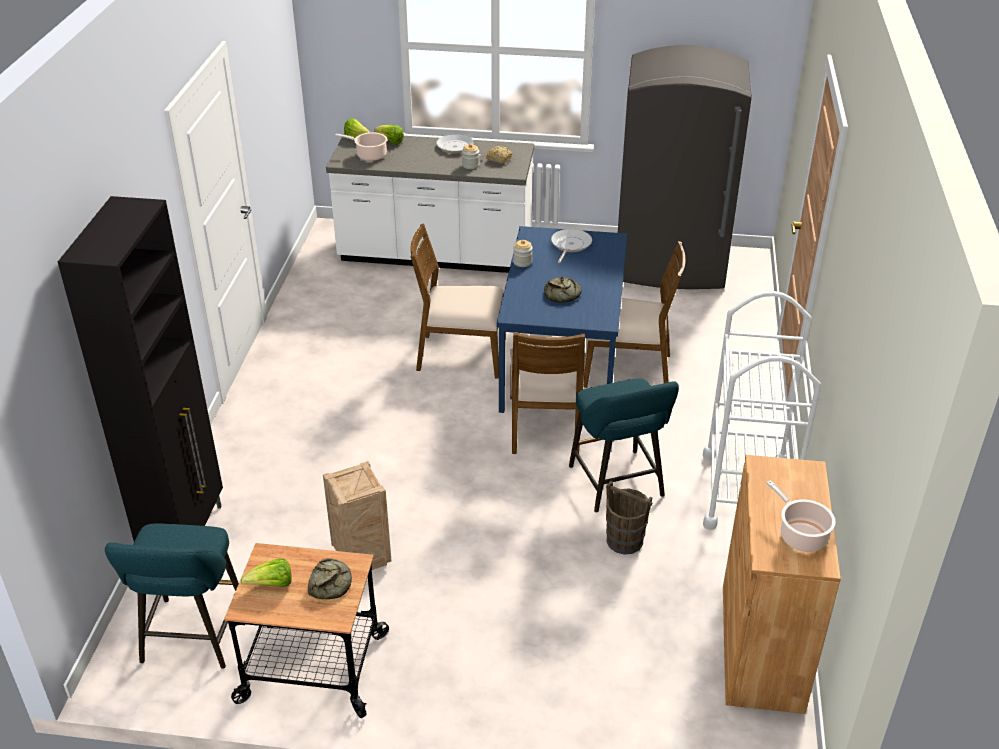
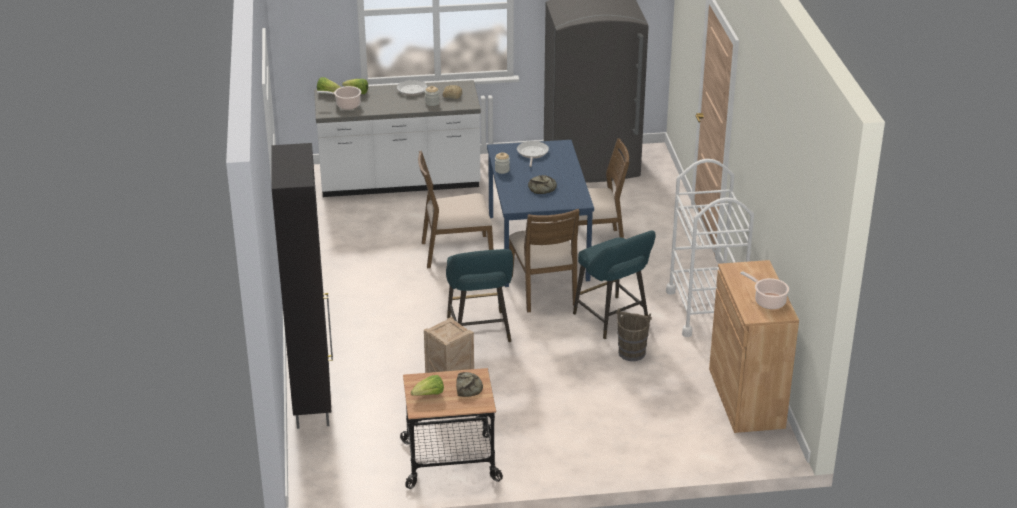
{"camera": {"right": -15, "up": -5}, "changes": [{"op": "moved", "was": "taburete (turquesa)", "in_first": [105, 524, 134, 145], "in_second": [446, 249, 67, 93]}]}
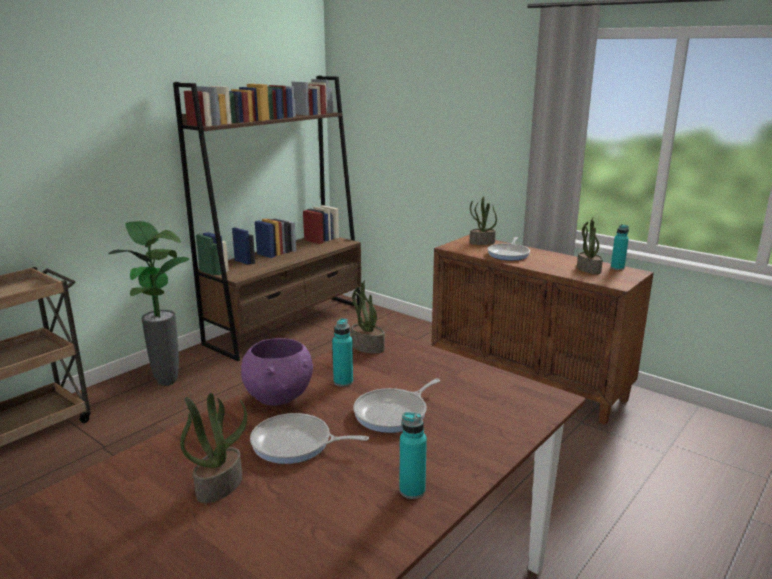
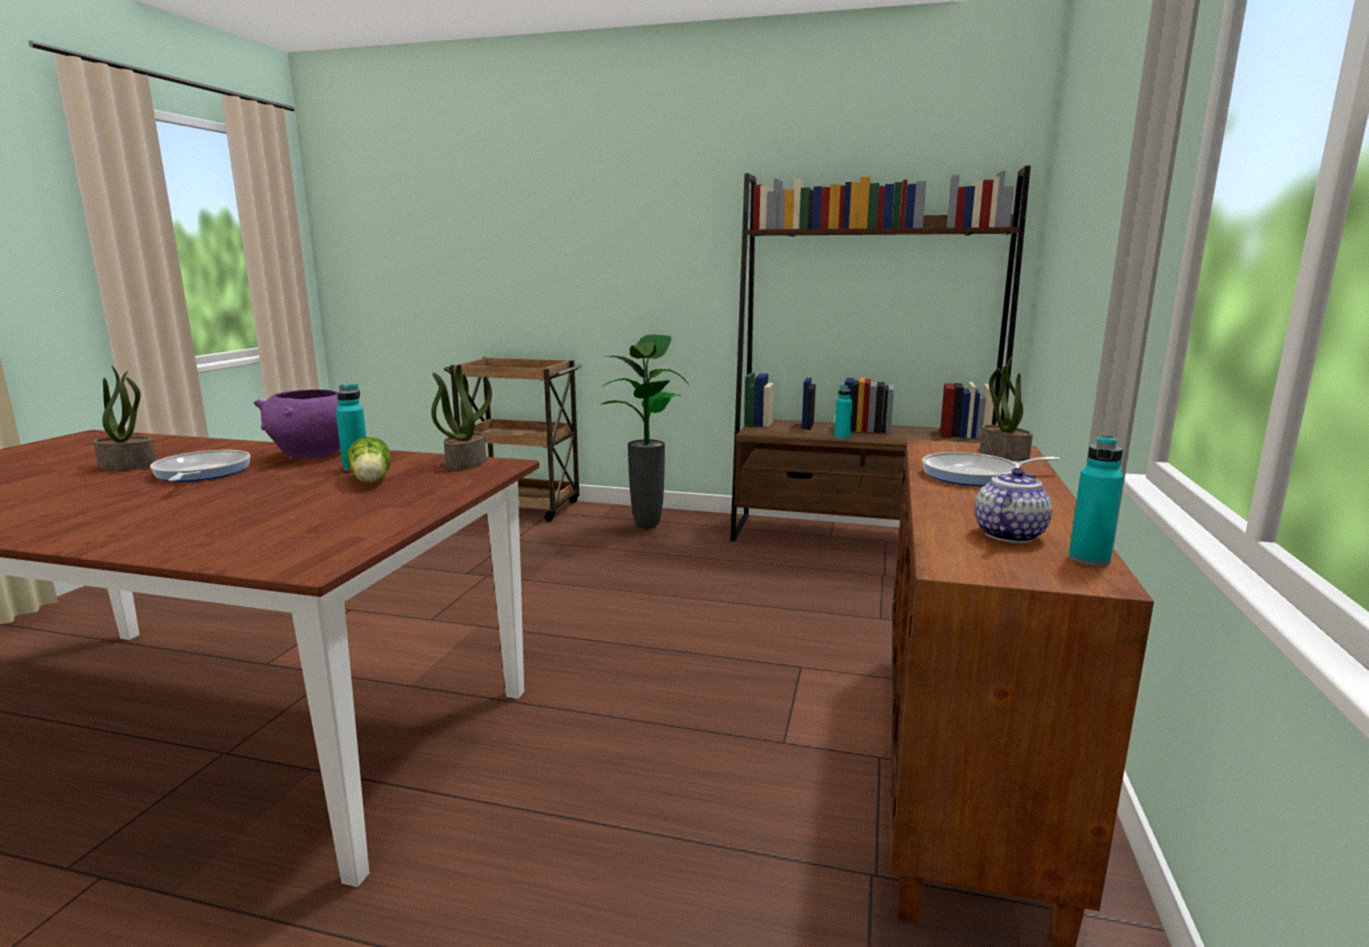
{"camera": {"right": 65, "up": -5}, "changes": [{"op": "added", "now": "lechuga", "in_second": [347, 437, 44, 45]}, {"op": "moved", "was": "botella (turquesa)", "in_first": [399, 412, 28, 87], "in_second": [834, 385, 18, 54]}, {"op": "replaced", "was": "planta en maceta", "now": "tetera", "in_first": [577, 218, 26, 56], "in_second": [975, 468, 77, 75]}, {"op": "removed", "was": "sartén", "in_first": [353, 379, 87, 54]}]}
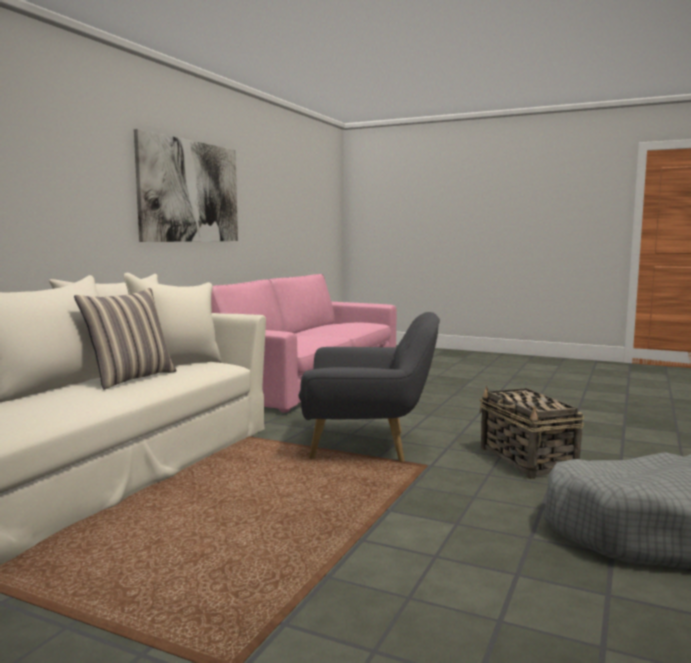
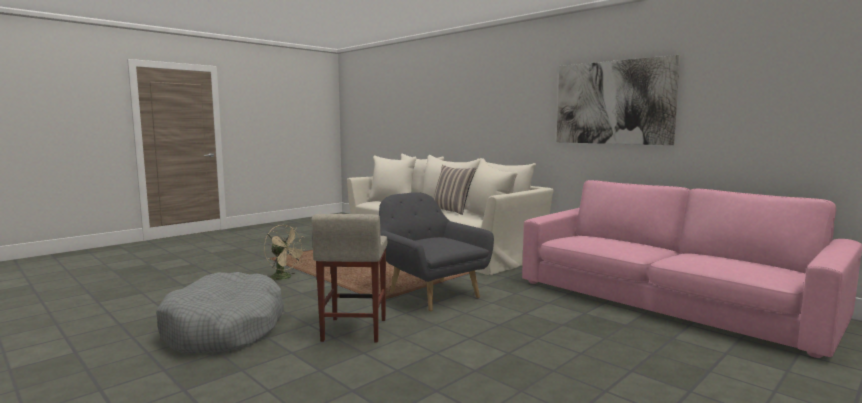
{"camera": {"right": 110, "up": 0}, "changes": [{"op": "added", "now": "ventilador (beis)", "in_second": [264, 225, 42, 55]}, {"op": "replaced", "was": "cesta", "now": "taburete (beis)", "in_first": [479, 385, 105, 94], "in_second": [312, 214, 75, 129]}, {"op": "turned", "was": "sillón (gris)", "in_first": [299, 312, 141, 150], "in_second": [379, 192, 115, 119], "clockwise": 120}]}
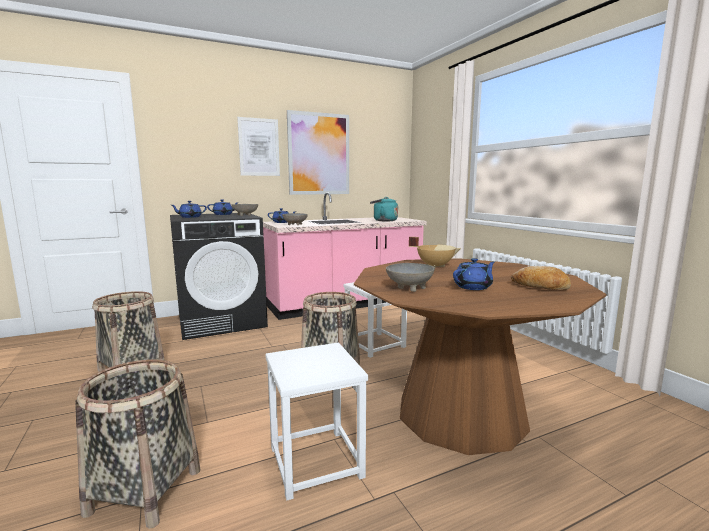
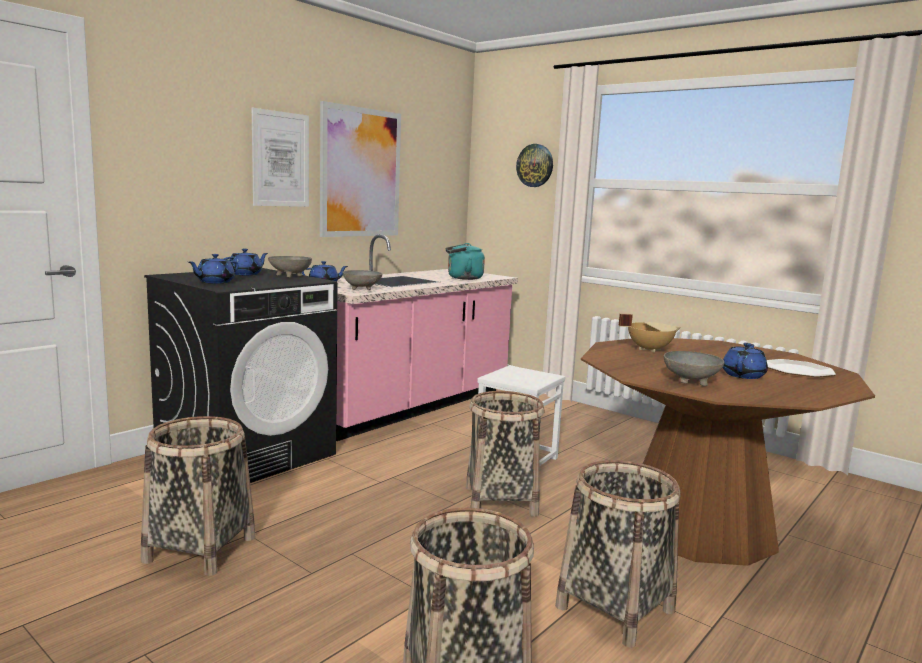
{"camera": {"right": -25, "up": 0}, "changes": [{"op": "added", "now": "reloj de pared", "in_second": [516, 144, 37, 43]}, {"op": "replaced", "was": "taburete (blanco)", "now": "cesta", "in_first": [266, 342, 102, 158], "in_second": [555, 460, 125, 188]}, {"op": "replaced", "was": "pan", "now": "plato", "in_first": [511, 266, 60, 24], "in_second": [767, 359, 69, 18]}]}
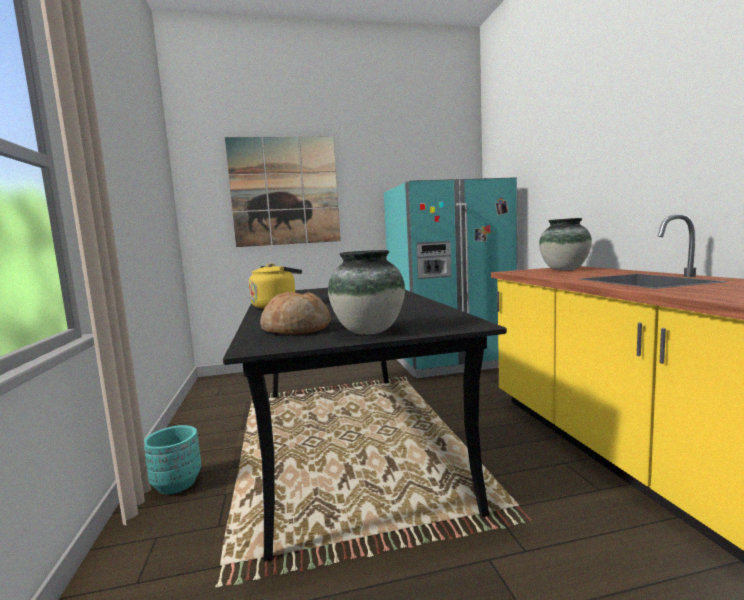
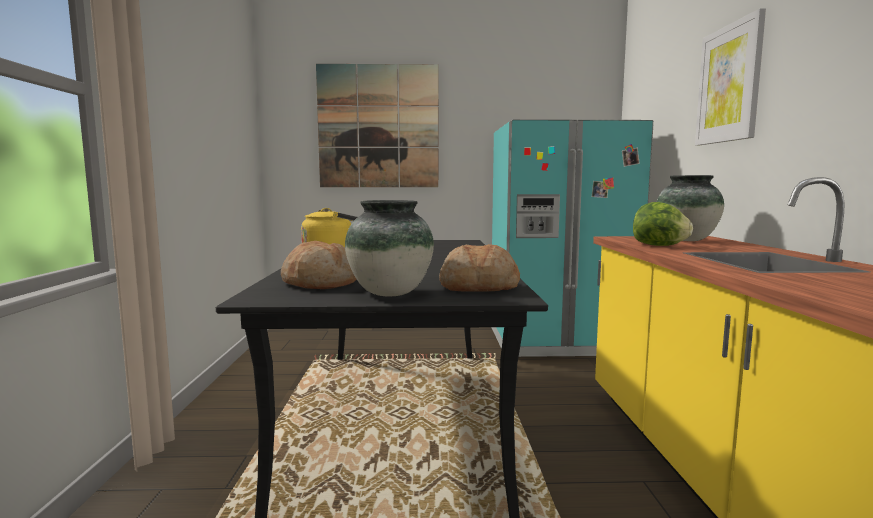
{"camera": {"right": 10, "up": 0}, "changes": [{"op": "added", "now": "pan", "in_second": [439, 244, 81, 48]}, {"op": "added", "now": "lechuga", "in_second": [633, 202, 60, 44]}, {"op": "added", "now": "cuadro", "in_second": [695, 8, 71, 137]}, {"op": "removed", "was": "maceta (turquesa)", "in_first": [144, 425, 57, 69]}]}
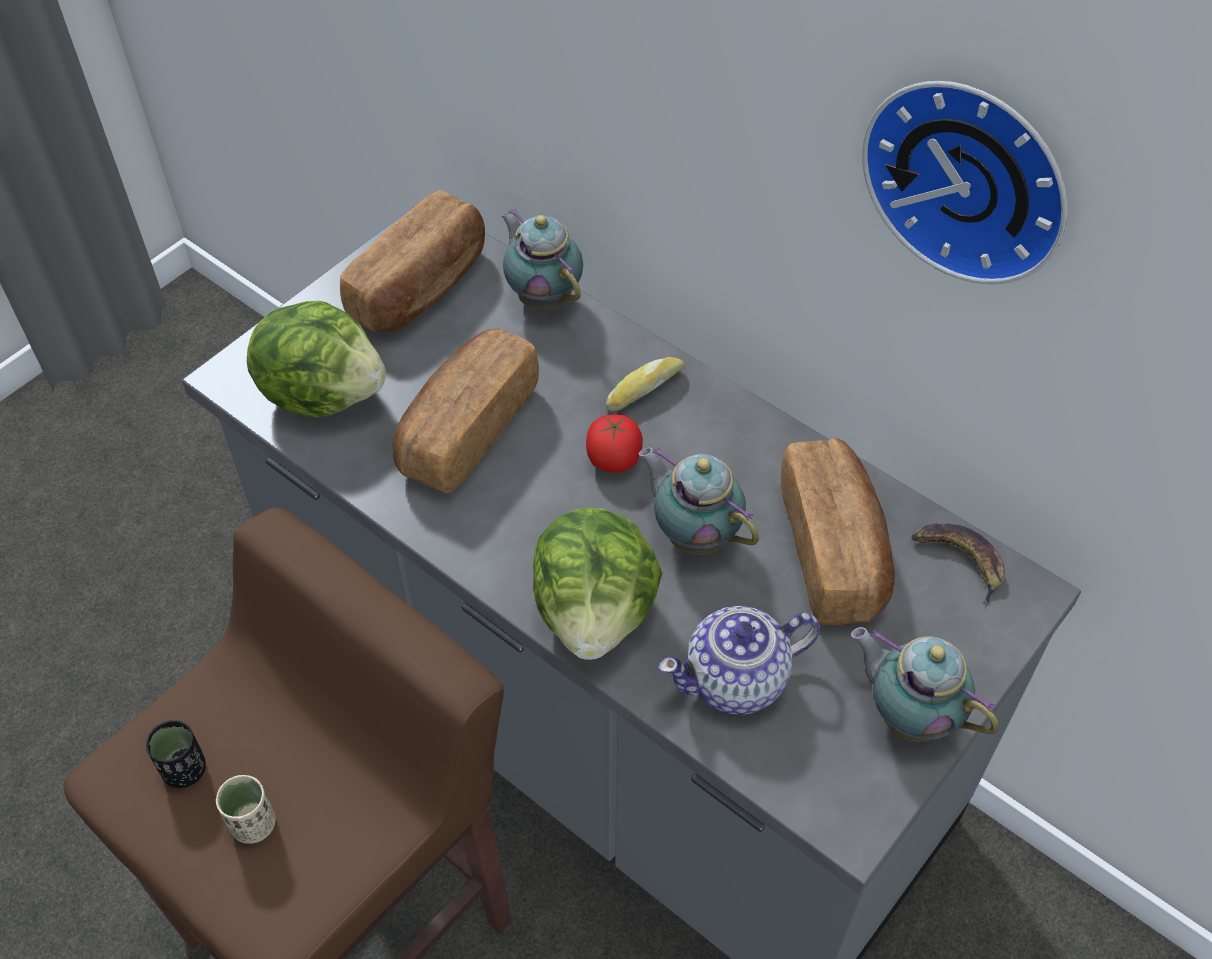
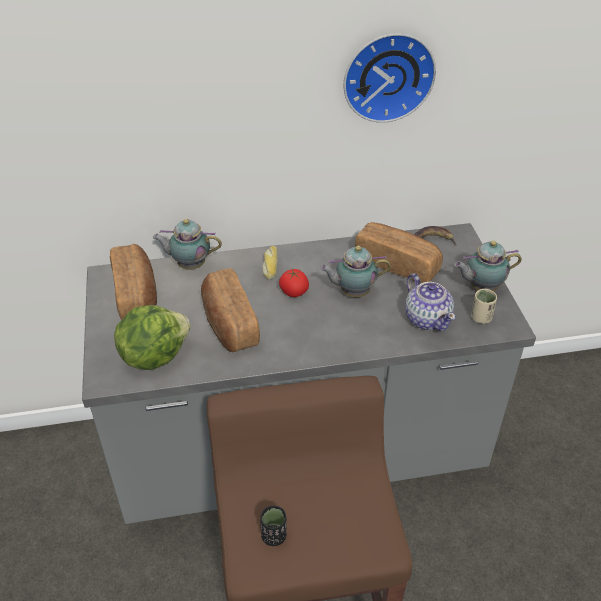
{"camera": {"right": -50, "up": -10}, "changes": [{"op": "turned", "was": "tetera", "in_first": [658, 606, 162, 109], "in_second": [405, 273, 51, 58], "clockwise": -45}, {"op": "moved", "was": "taza (beis)", "in_first": [216, 775, 60, 69], "in_second": [471, 289, 26, 35]}, {"op": "removed", "was": "lechuga", "in_first": [533, 507, 130, 153]}]}
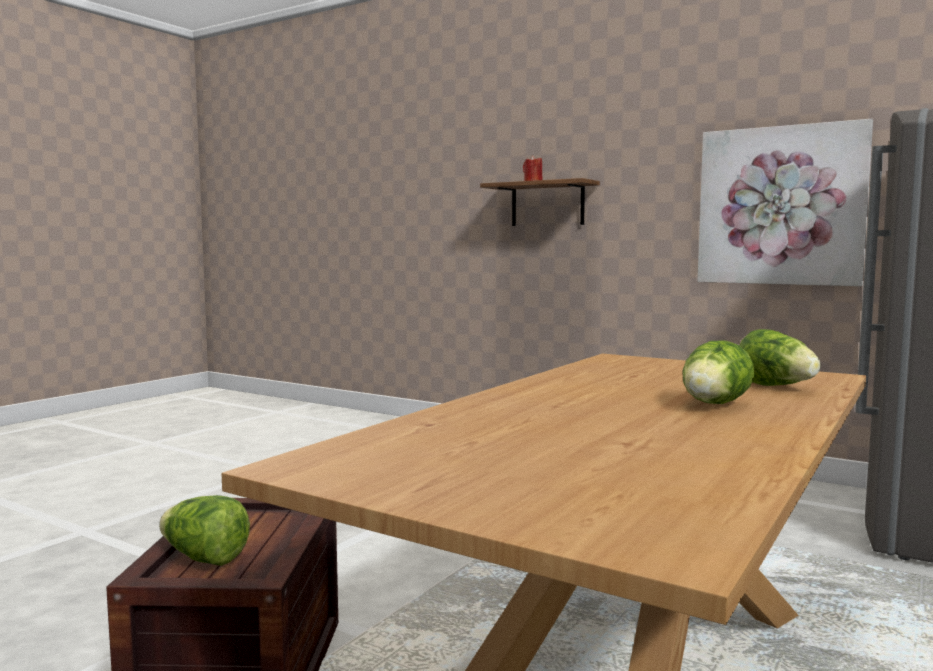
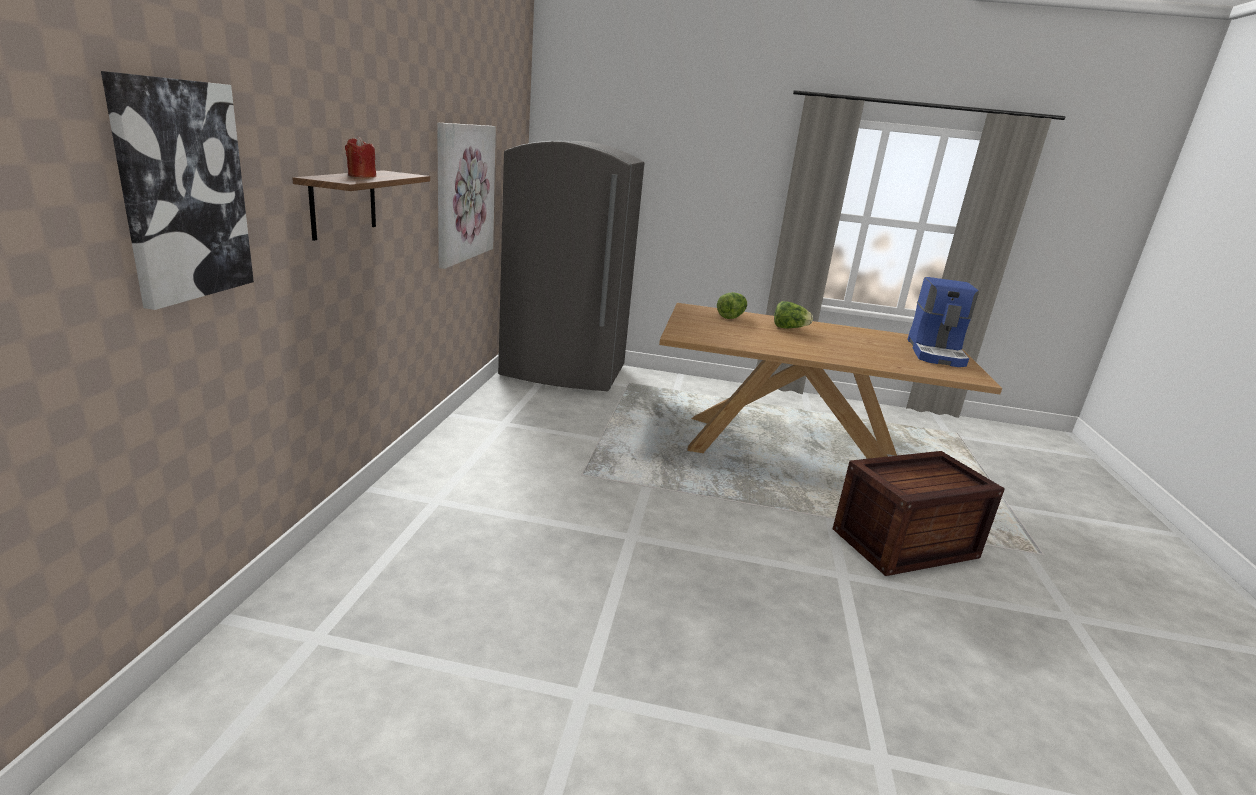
{"camera": {"right": -115, "up": 15}, "changes": [{"op": "added", "now": "cuadro", "in_second": [101, 71, 153, 239]}, {"op": "added", "now": "cafetera", "in_second": [907, 277, 72, 90]}, {"op": "removed", "was": "lechuga", "in_first": [159, 495, 91, 71]}]}
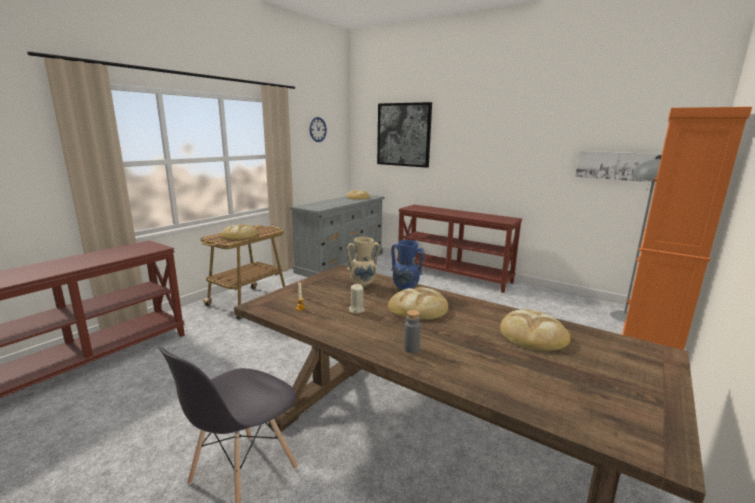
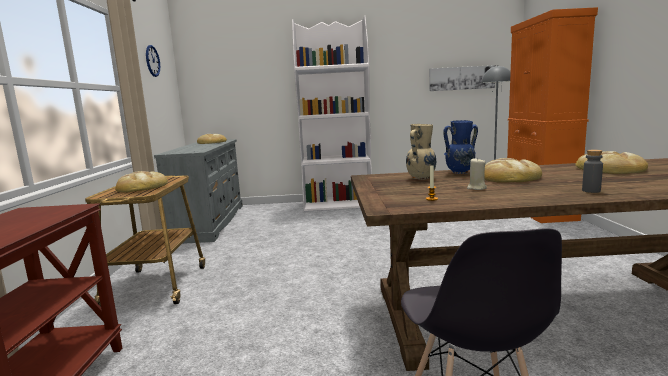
{"camera": {"right": -35, "up": -5}, "changes": [{"op": "replaced", "was": "mesa consola (marrón)", "now": "estantería (blanco)", "in_first": [397, 205, 125, 88], "in_second": [292, 16, 80, 196]}, {"op": "removed", "was": "cuadro", "in_first": [377, 102, 55, 66]}]}
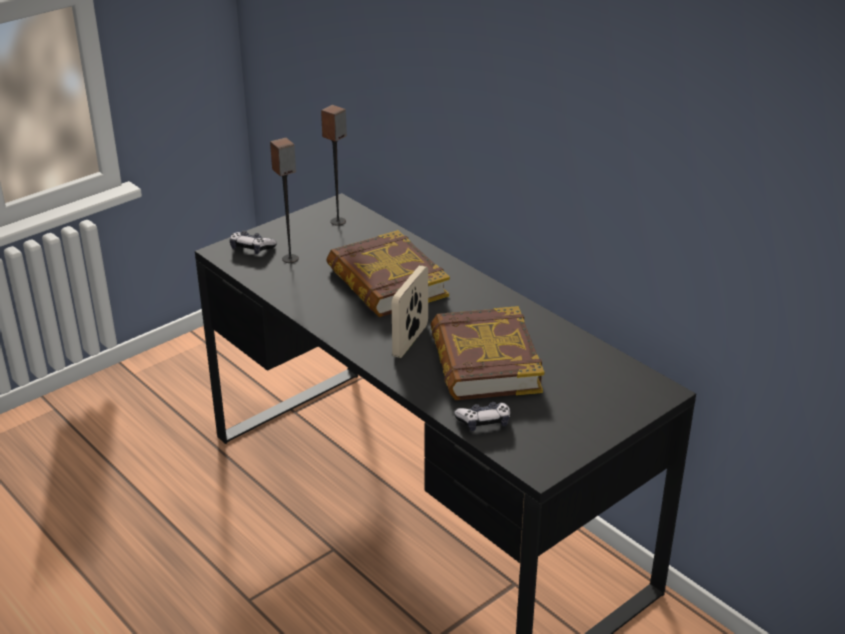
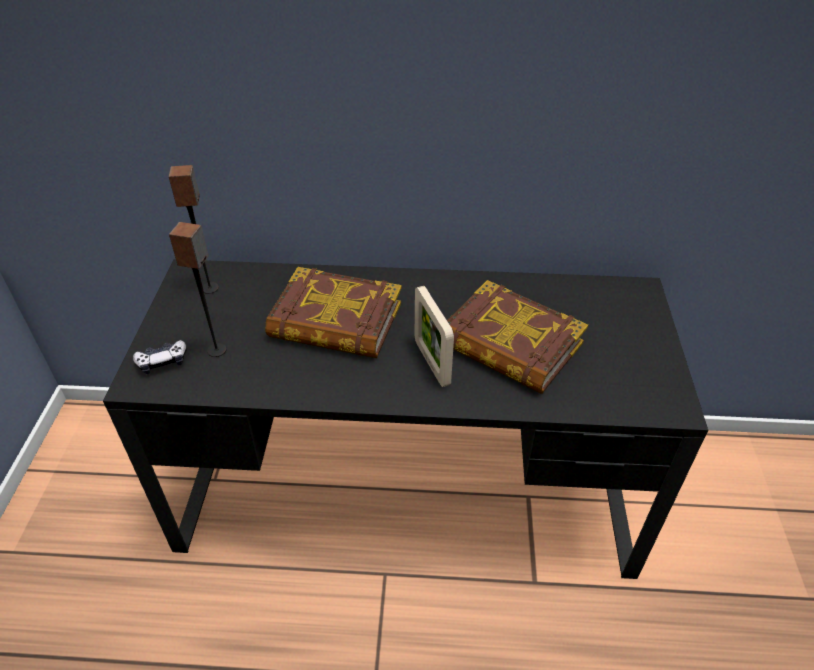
{"camera": {"right": -45, "up": 10}, "changes": [{"op": "removed", "was": "mando de consola", "in_first": [454, 402, 57, 29]}]}
